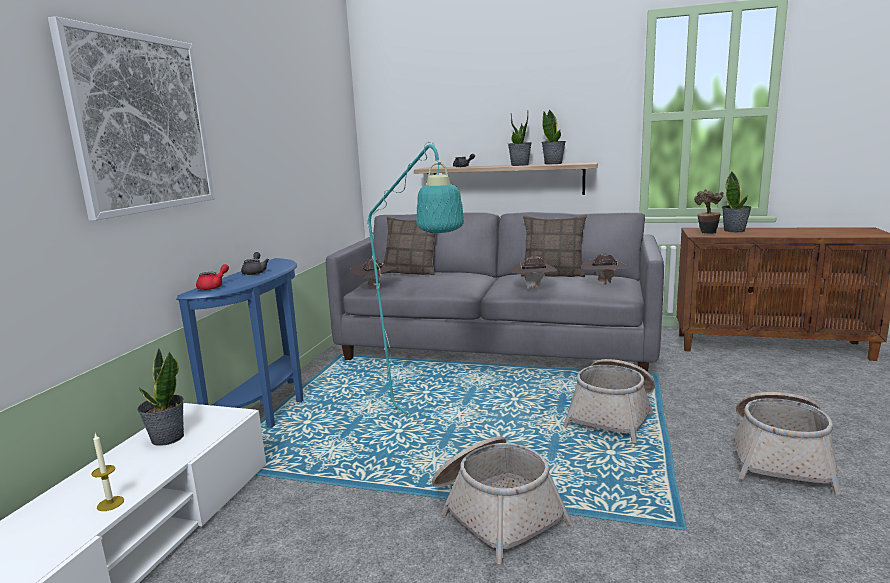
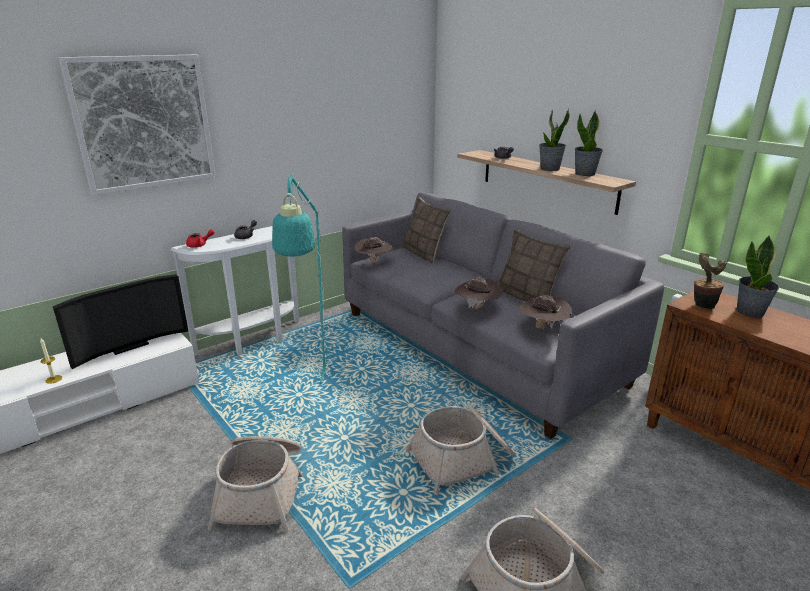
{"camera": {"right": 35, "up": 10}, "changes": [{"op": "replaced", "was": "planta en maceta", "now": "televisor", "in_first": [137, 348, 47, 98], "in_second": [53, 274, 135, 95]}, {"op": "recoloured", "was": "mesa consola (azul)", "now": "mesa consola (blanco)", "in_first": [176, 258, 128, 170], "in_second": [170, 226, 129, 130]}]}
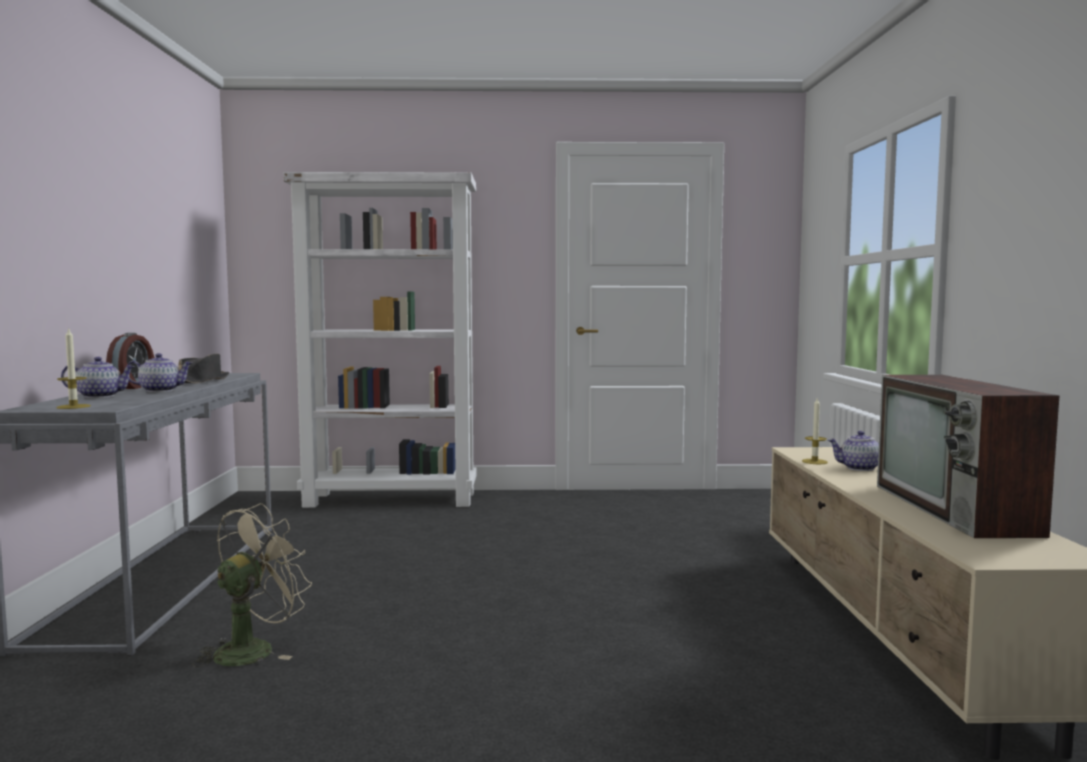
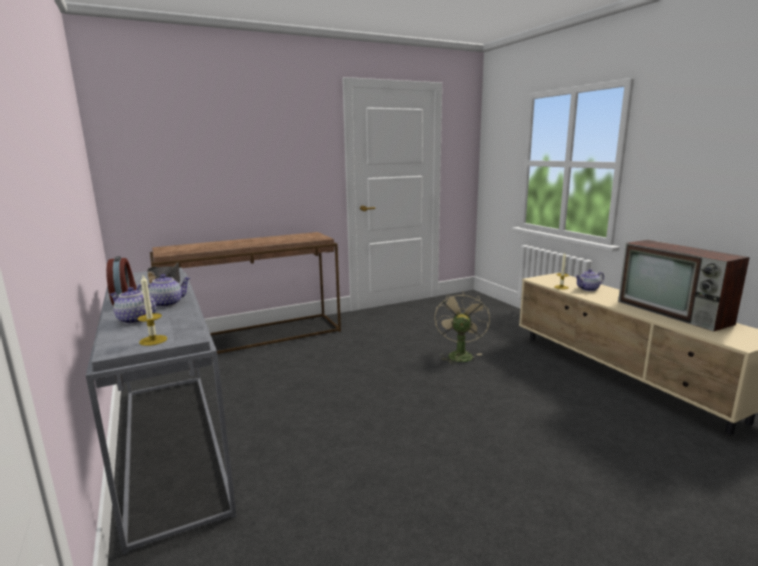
{"camera": {"right": -25, "up": 10}, "changes": [{"op": "turned", "was": "tetera", "in_first": [61, 357, 74, 41], "in_second": [110, 287, 46, 37], "clockwise": -120}, {"op": "replaced", "was": "estantería (blanco)", "now": "mesa consola (marrón)", "in_first": [284, 172, 193, 336], "in_second": [150, 232, 191, 122]}, {"op": "moved", "was": "ventilador (beis)", "in_first": [192, 503, 120, 164], "in_second": [435, 291, 55, 74]}]}
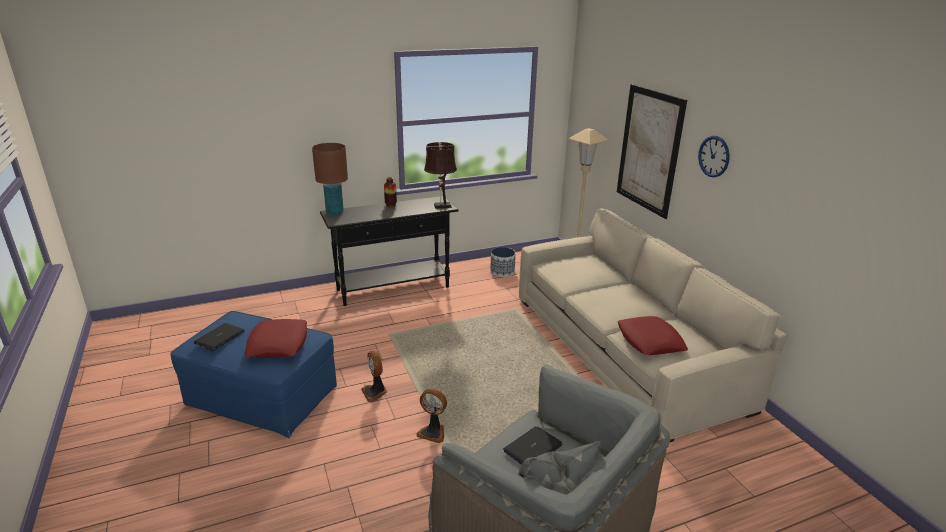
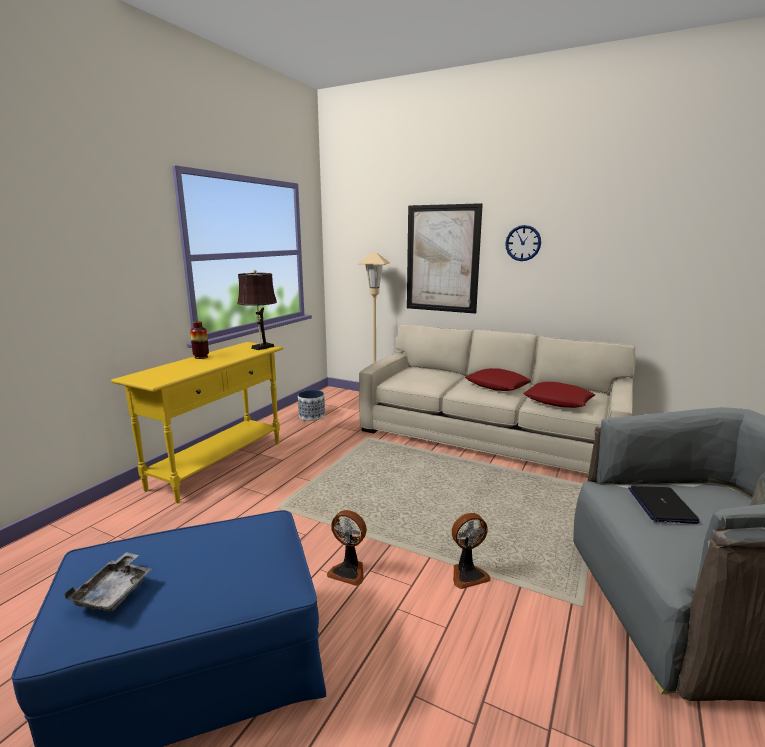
{"camera": {"right": -40, "up": -10}, "changes": [{"op": "replaced", "was": "portátil", "now": "bandeja (gris)", "in_first": [193, 323, 52, 28], "in_second": [64, 552, 88, 60]}, {"op": "recoloured", "was": "mesa consola (negro)", "now": "mesa consola (amarillo)", "in_first": [320, 196, 139, 110], "in_second": [111, 342, 172, 161]}, {"op": "moved", "was": "cojín (rojo)", "in_first": [245, 319, 62, 39], "in_second": [465, 368, 66, 23]}, {"op": "removed", "was": "lámpara de mesa (marrón)", "in_first": [312, 143, 36, 72]}]}
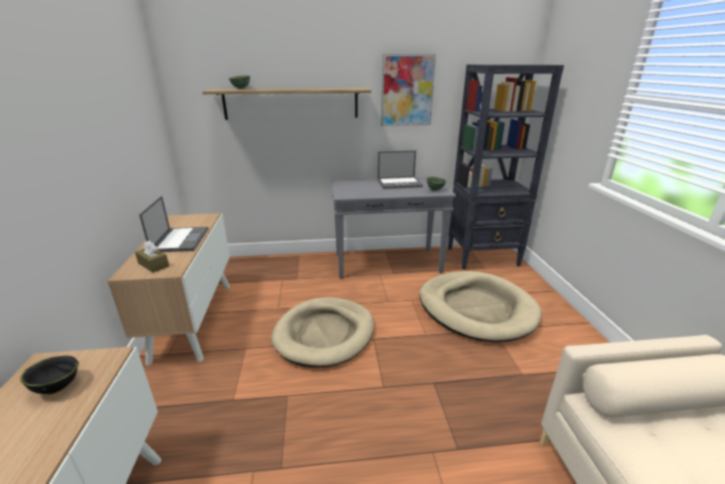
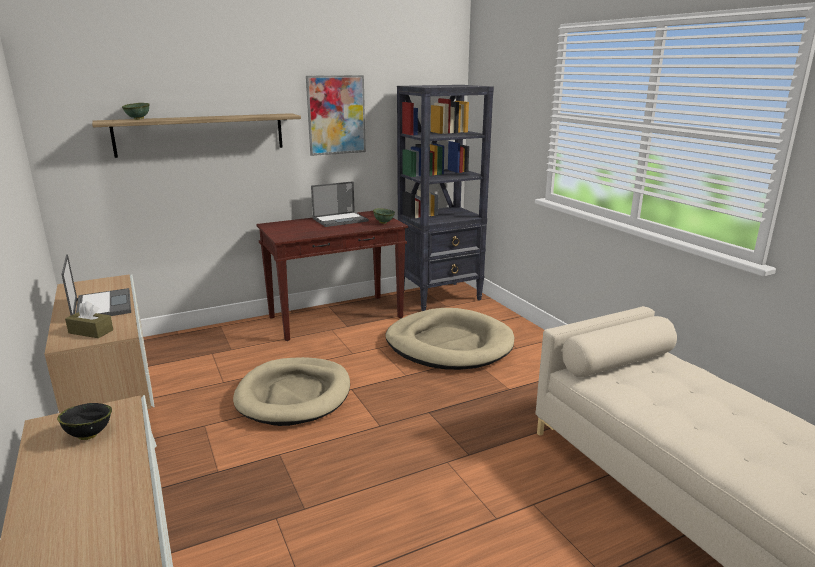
{"camera": {"right": -20, "up": -5}, "changes": [{"op": "recoloured", "was": "mesa consola (gris)", "now": "mesa consola (marrón)", "in_first": [331, 177, 125, 102], "in_second": [256, 211, 152, 130]}]}
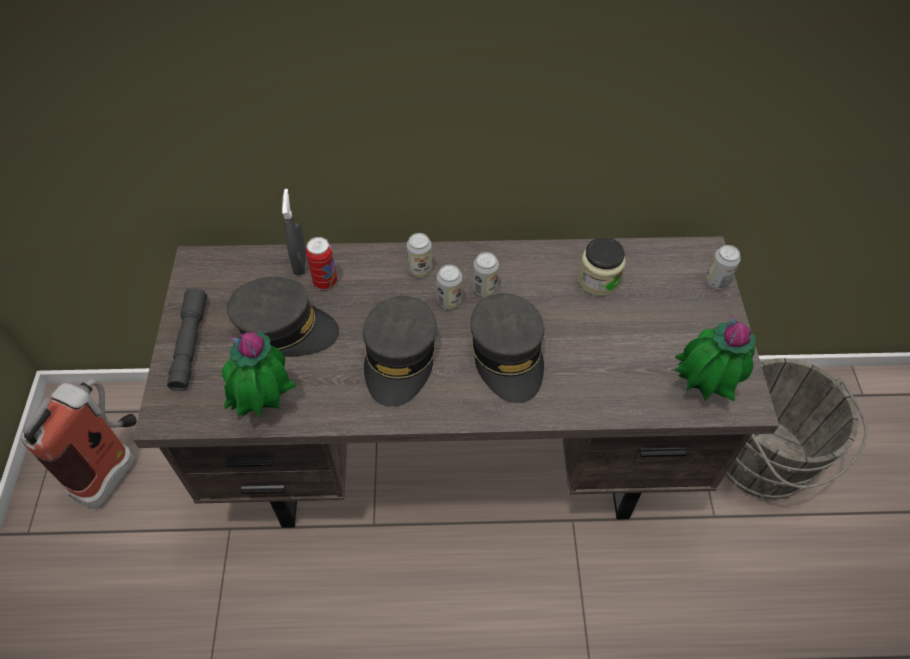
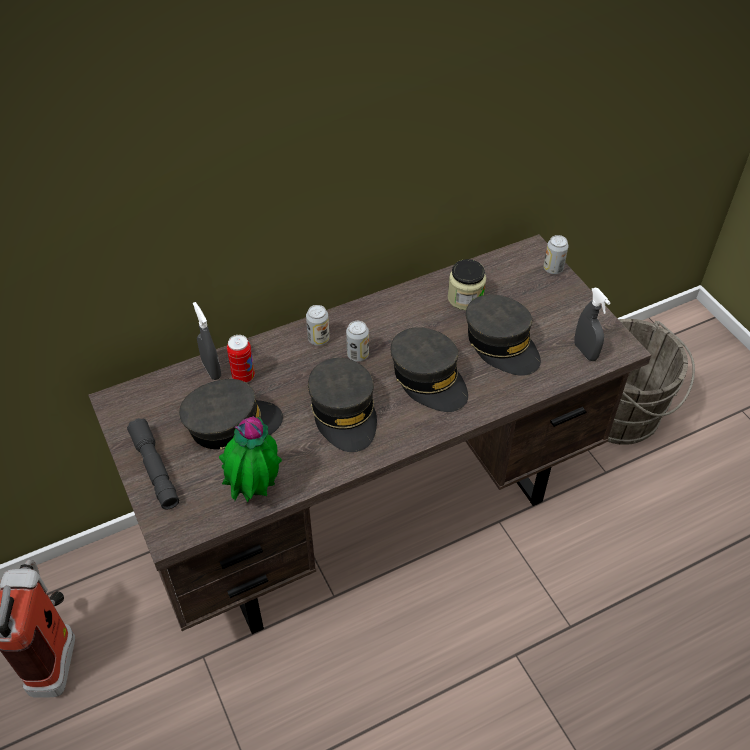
{"camera": {"right": -25, "up": -5}, "changes": [{"op": "added", "now": "gorra (gris)", "in_second": [466, 294, 75, 82]}, {"op": "replaced", "was": "planta en maceta", "now": "pulverizador (gris)", "in_first": [675, 315, 81, 86], "in_second": [574, 288, 37, 73]}, {"op": "removed", "was": "lata", "in_first": [473, 252, 26, 45]}]}
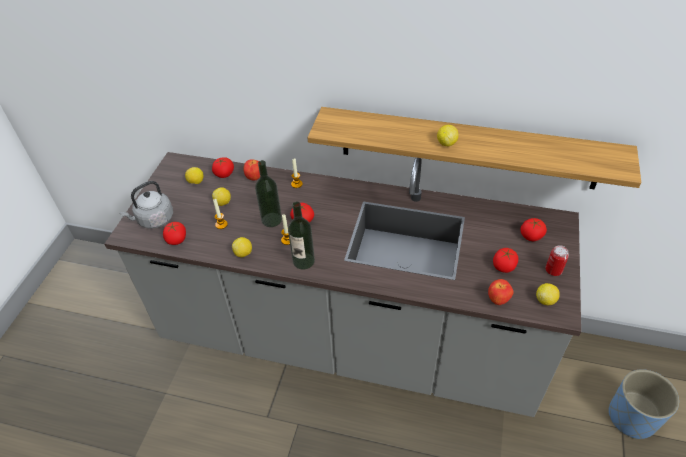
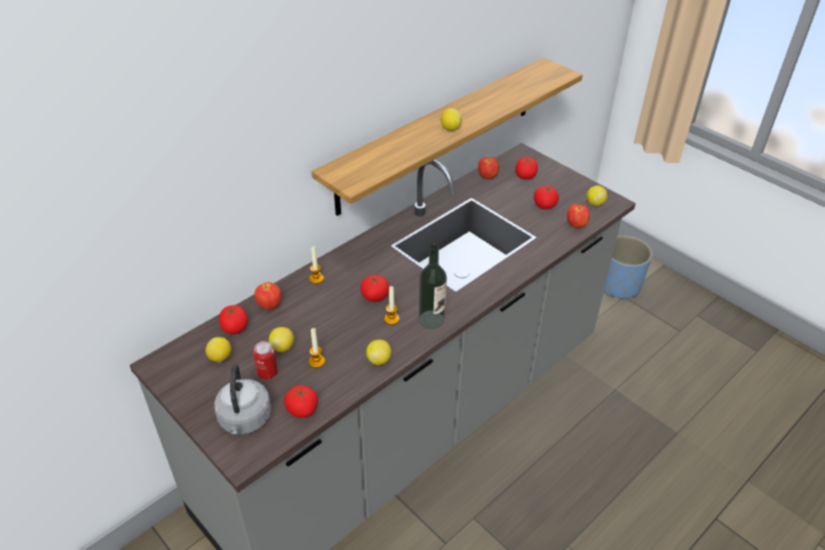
{"camera": {"right": -60, "up": -5}, "changes": [{"op": "moved", "was": "lata", "in_first": [545, 245, 24, 31], "in_second": [253, 341, 25, 39]}, {"op": "added", "now": "manzana", "in_second": [478, 157, 21, 22]}, {"op": "removed", "was": "botella", "in_first": [255, 160, 27, 67]}]}
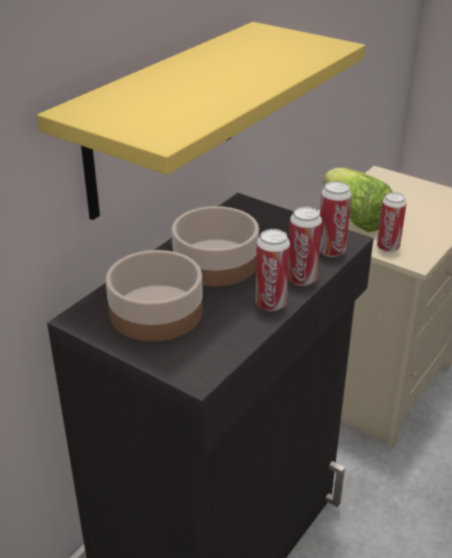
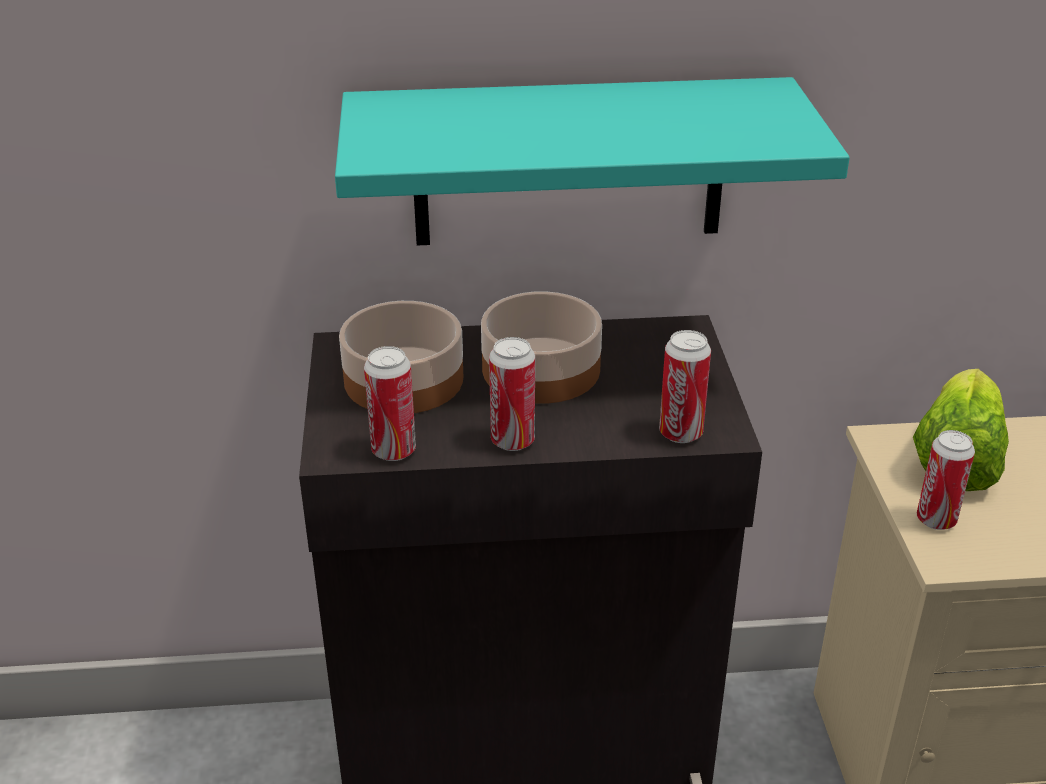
{"camera": {"right": 50, "up": 0}, "changes": [{"op": "recoloured", "was": "estante (amarillo)", "now": "estante (turquesa)", "in_first": [37, 22, 328, 198], "in_second": [335, 77, 515, 169]}, {"op": "moved", "was": "lata", "in_first": [288, 207, 34, 79], "in_second": [364, 346, 52, 115]}]}
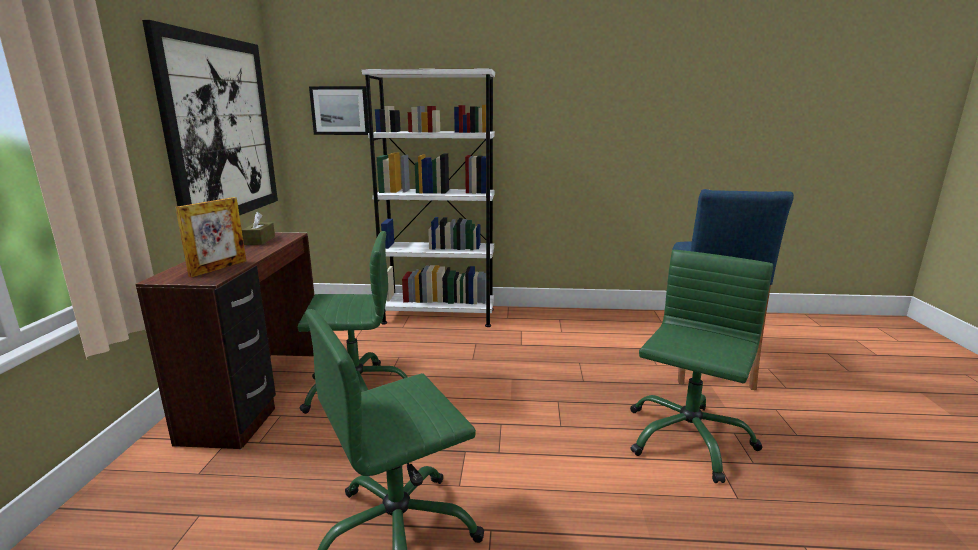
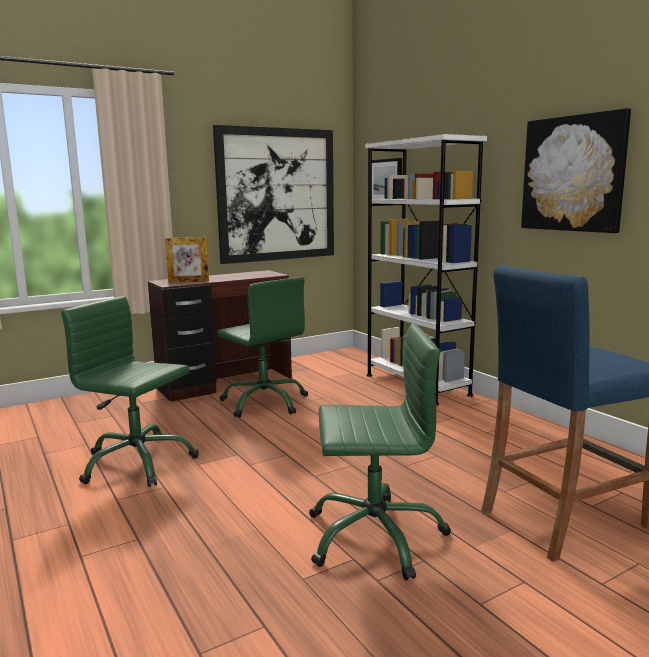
{"camera": {"right": 55, "up": -5}, "changes": [{"op": "added", "now": "cuadro", "in_second": [521, 108, 110, 125]}, {"op": "removed", "was": "caja de pañuelos (marrón)", "in_first": [242, 212, 33, 33]}]}
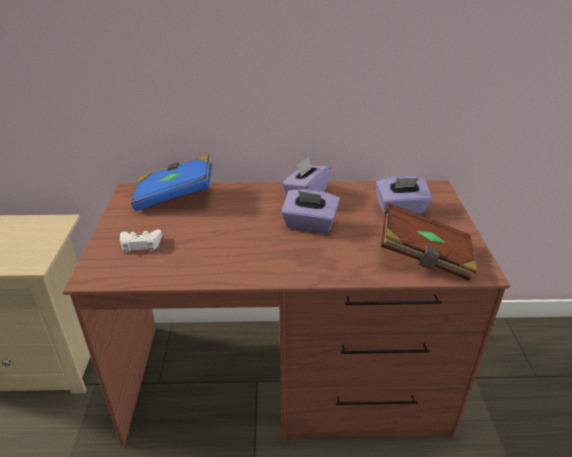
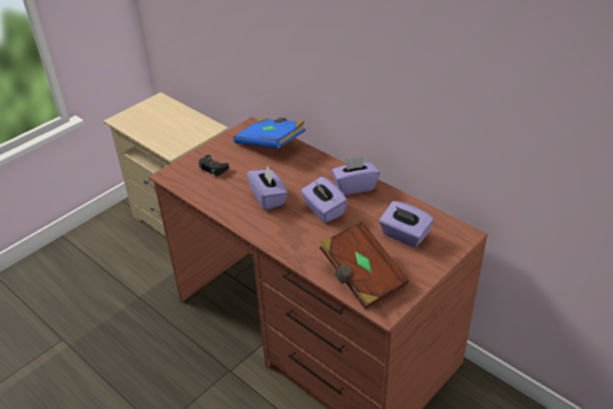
{"camera": {"right": 45, "up": 5}, "changes": [{"op": "recoloured", "was": "mando de consola (blanco)", "now": "mando de consola (negro)", "in_first": [120, 230, 42, 23], "in_second": [198, 155, 31, 22]}, {"op": "added", "now": "caja de pañuelos (morado)", "in_second": [247, 165, 41, 45]}]}
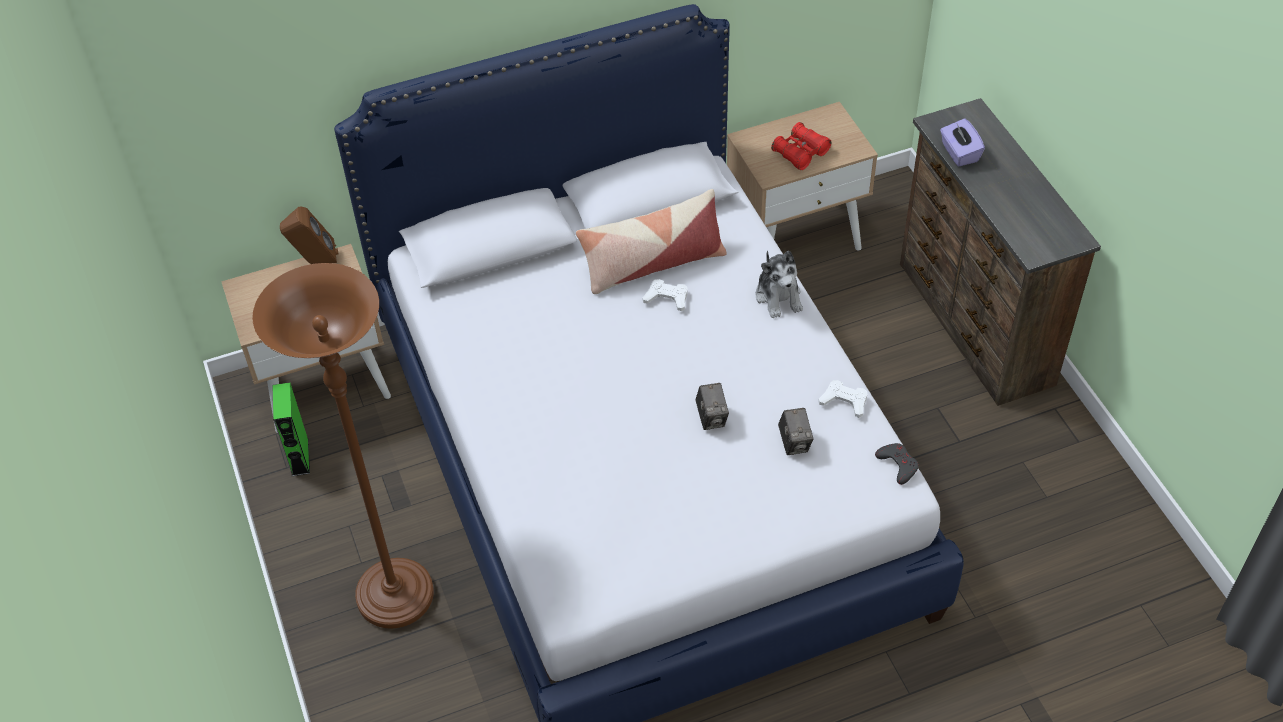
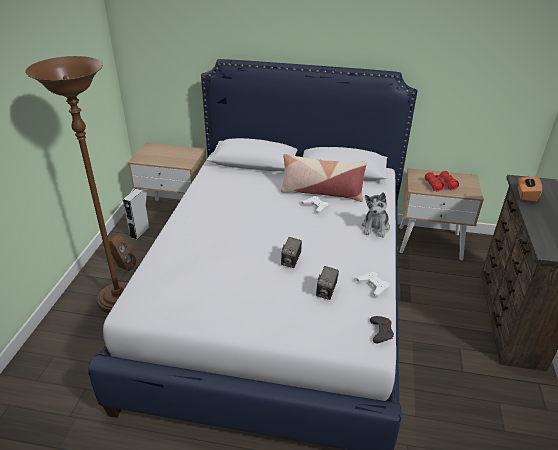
{"camera": {"right": 30, "up": -15}, "changes": [{"op": "moved", "was": "altavoz (marrón)", "in_first": [280, 206, 59, 58], "in_second": [108, 235, 28, 36]}, {"op": "recoloured", "was": "altavoz (verde)", "now": "altavoz (gris)", "in_first": [272, 382, 38, 94], "in_second": [123, 189, 26, 51]}, {"op": "recoloured", "was": "caja de pañuelos (morado)", "now": "caja de pañuelos (naranja)", "in_first": [940, 118, 45, 49], "in_second": [518, 174, 24, 28]}]}
